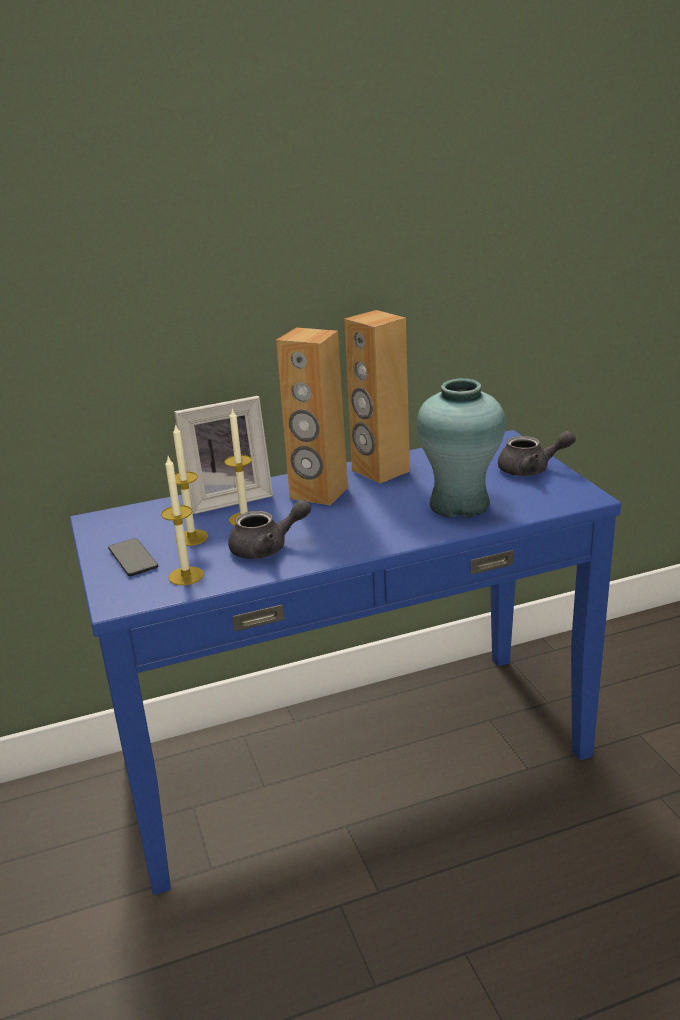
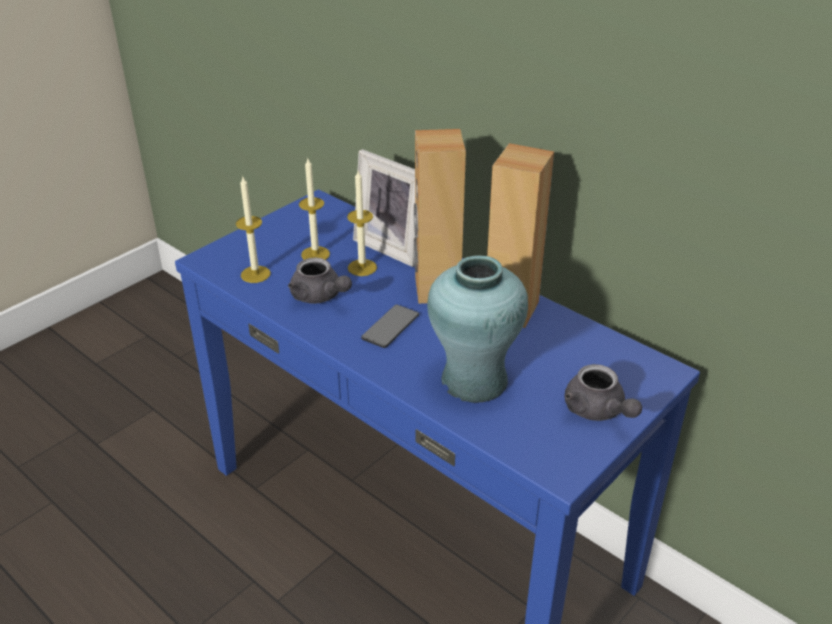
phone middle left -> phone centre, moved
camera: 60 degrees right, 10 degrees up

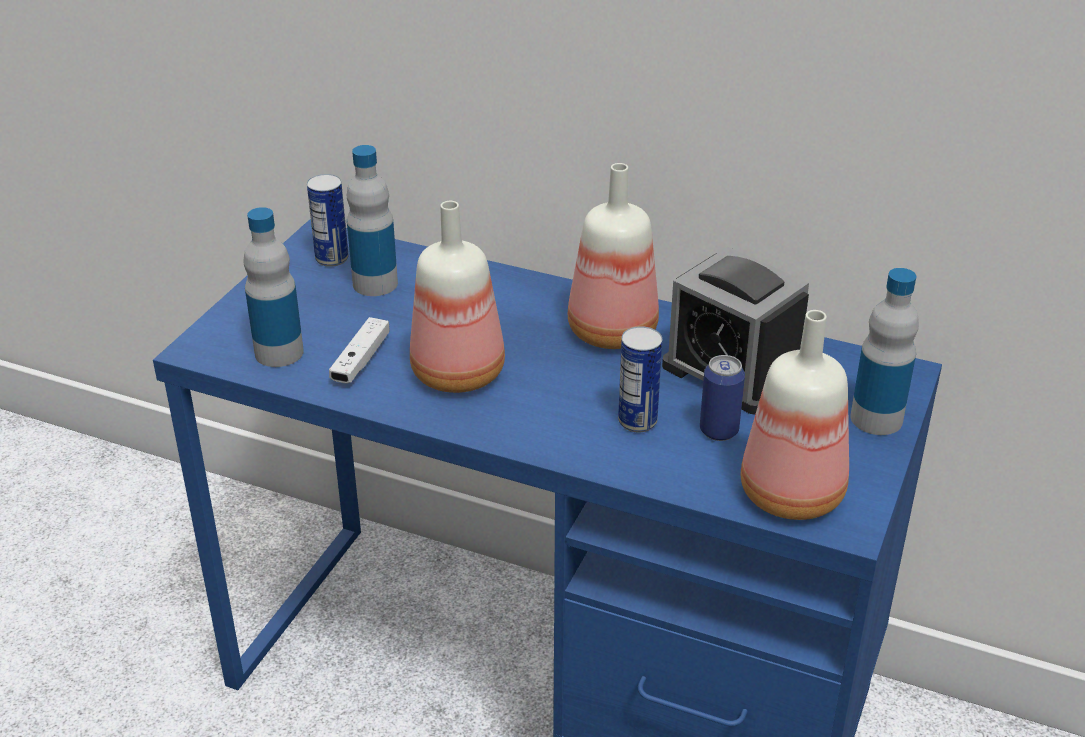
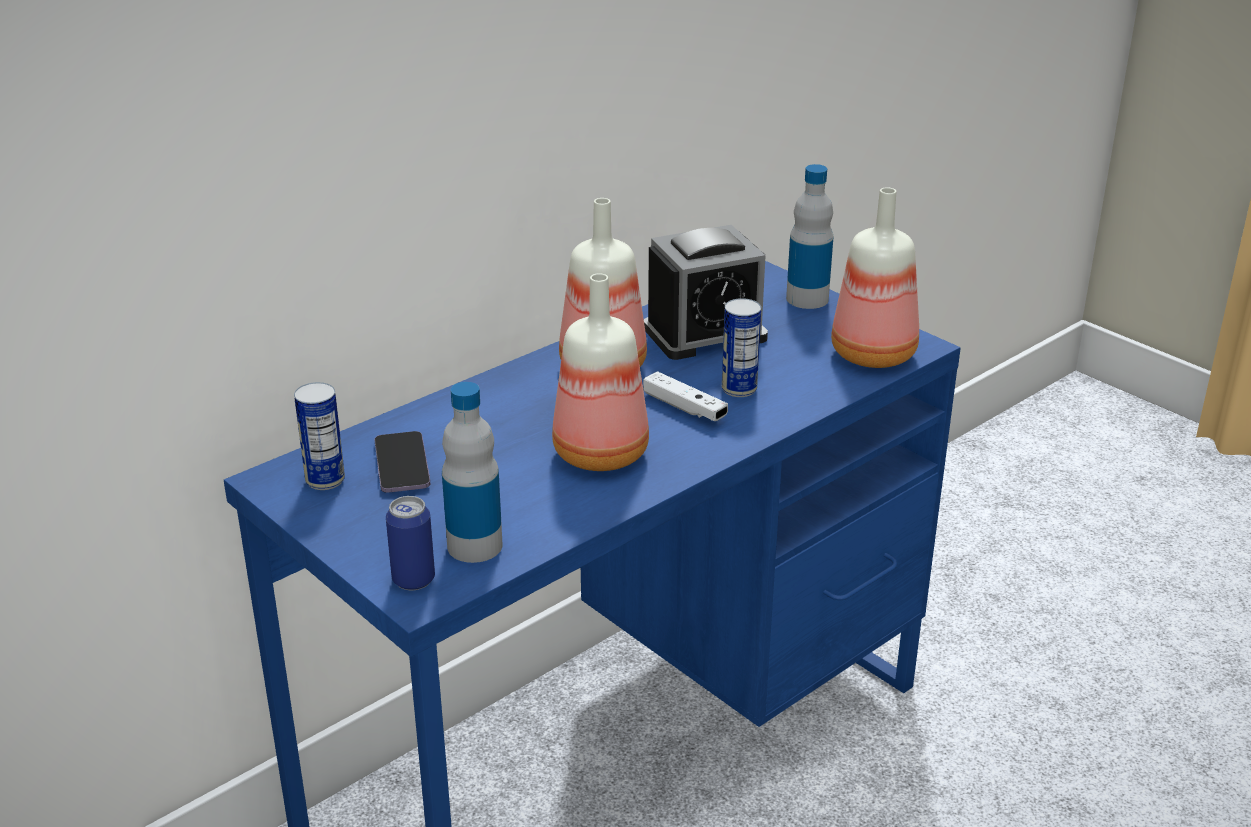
white-coloured joypad middle left -> white-coloured joypad centre, moved
bottle (2nd from left) top centre -> phone middle left
sealed can (3rd from left in the first image) centre -> sealed can (2nd from left) middle left, moved
camera: 65 degrees left, 5 degrees down

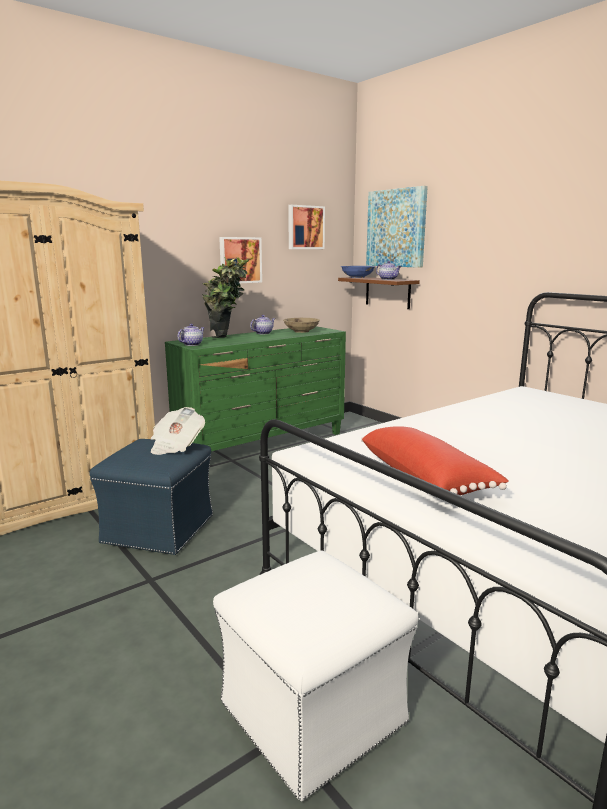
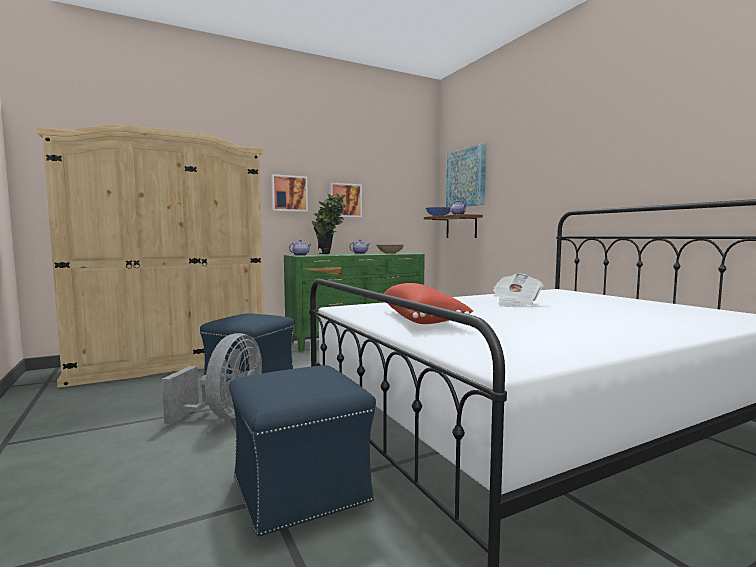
newspaper middle left -> newspaper middle right, moved
white-coloured footrest bottom centre -> blue footrest (2nd from left) bottom centre
wall picture (2nd from left in the first image) top centre -> wall picture (1st from left) centre, moved
none -> greyish electric fan bottom left
camera: 10 degrees right, 10 degrees down

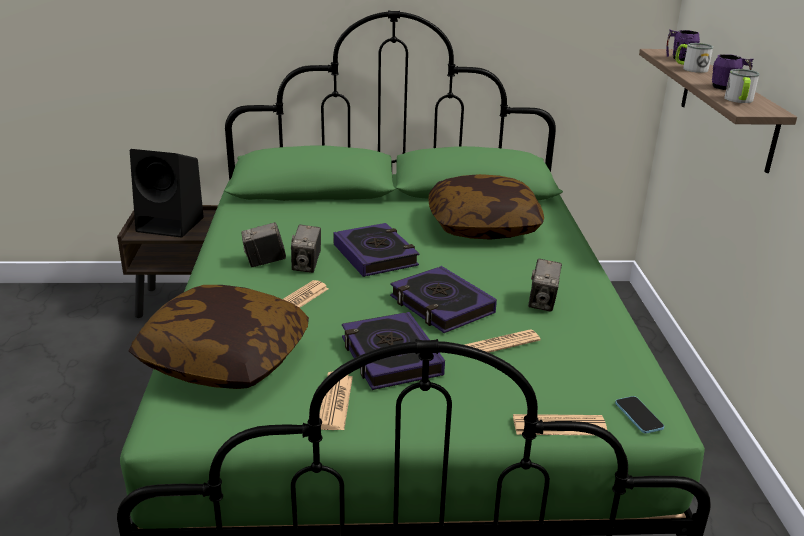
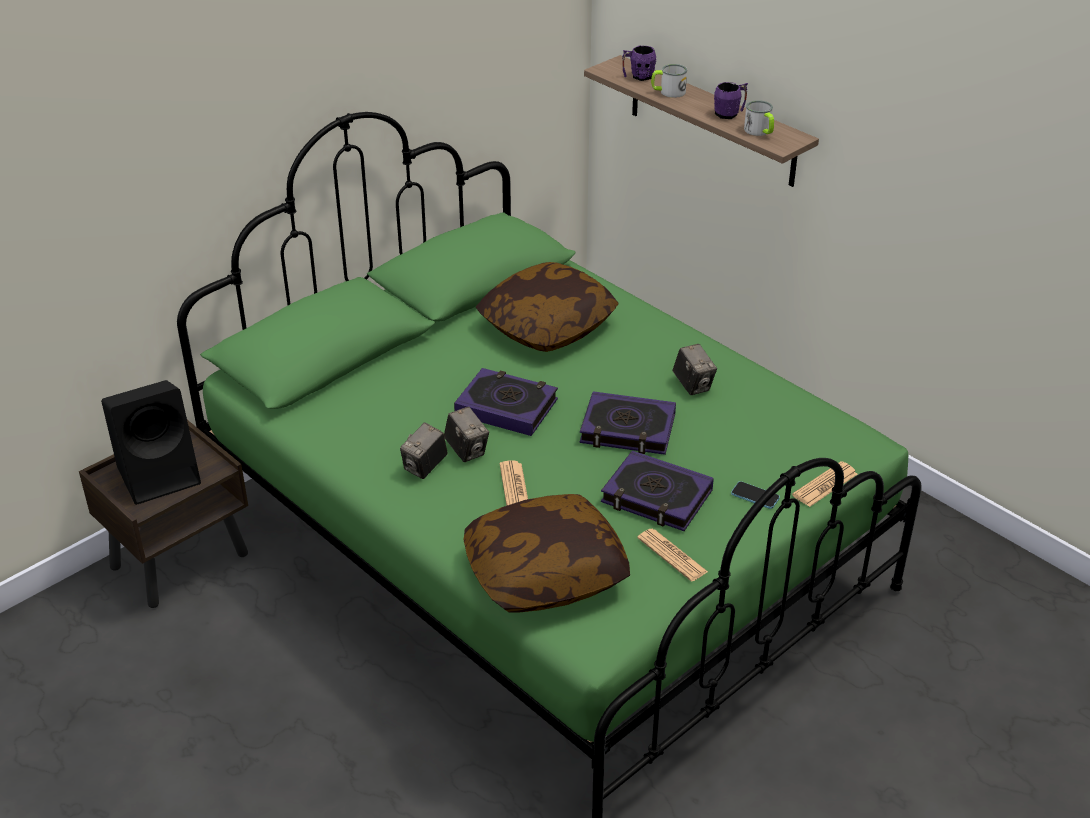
newspaper (3rd from left) centre -> none
phone bottom right -> phone middle right, moved
camera: 40 degrees left, 10 degrees up

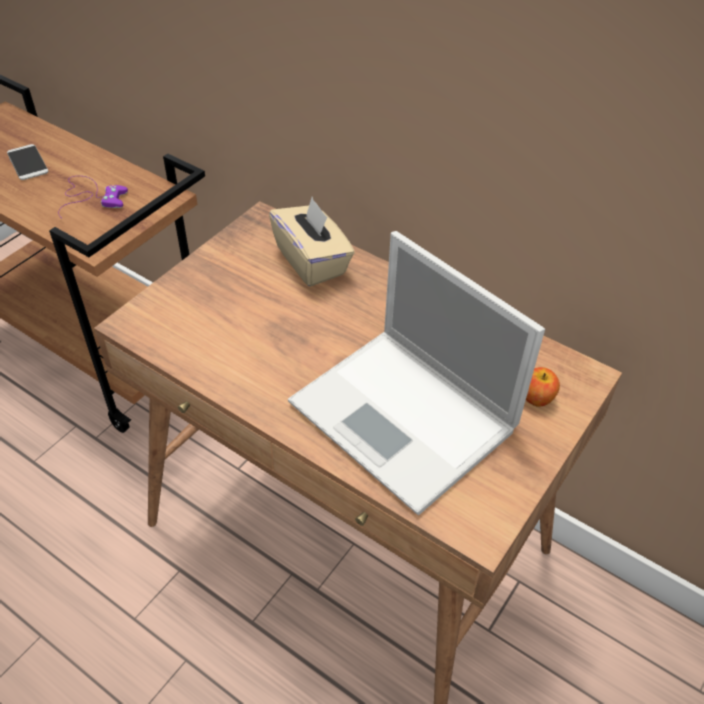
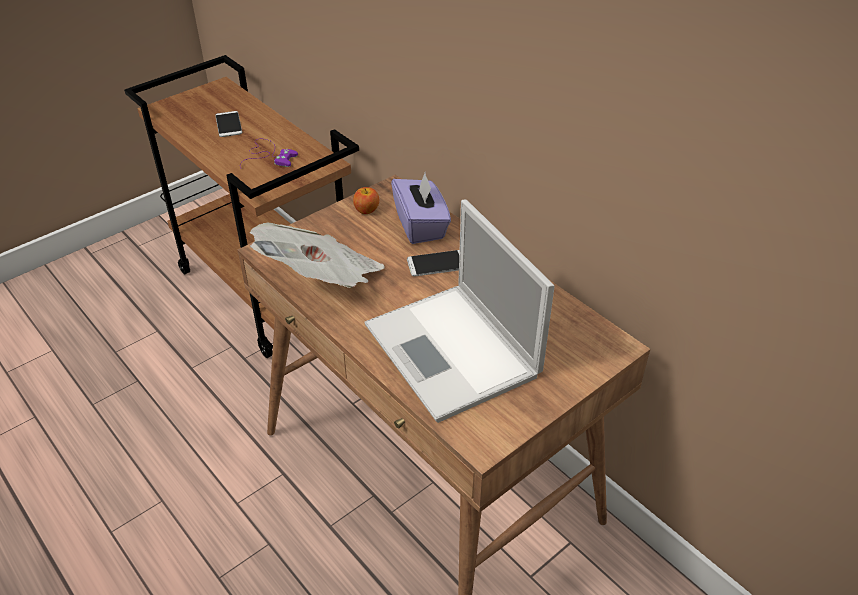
beige tissue box centre -> purplish tissue box centre
apple middle right -> apple centre, moved
none -> newspaper centre
none -> phone (2nd from left) centre
camera: 15 degrees right, 5 degrees down

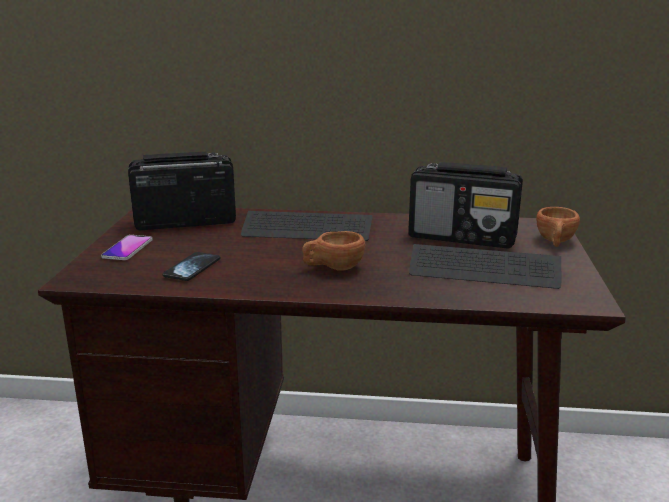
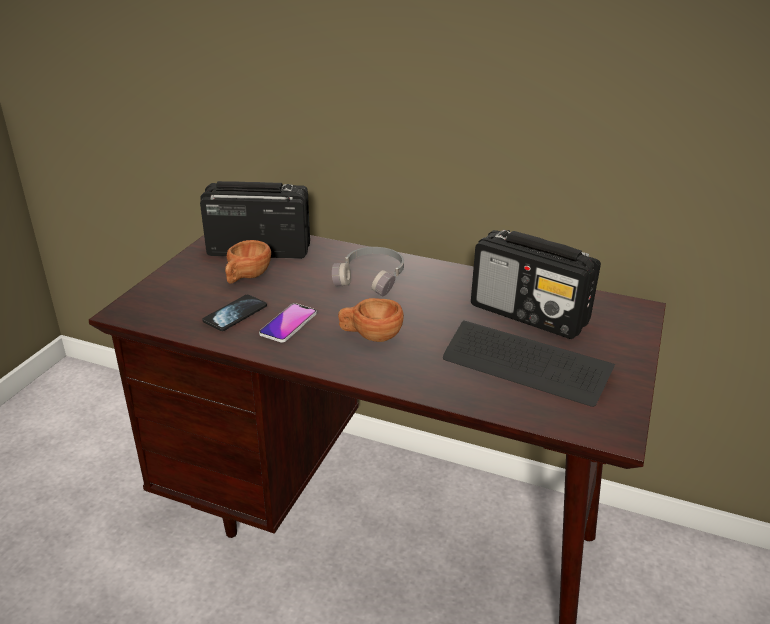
phone (1st from left in the first image) middle left -> phone (2nd from left) centre, moved
computer keyboard (1st from left) centre -> greyish headset centre
brown-coloured drinking cup (2nd from left in the first image) middle right -> brown-coloured drinking cup (1st from left) middle left, moved
camera: 15 degrees right, 10 degrees up

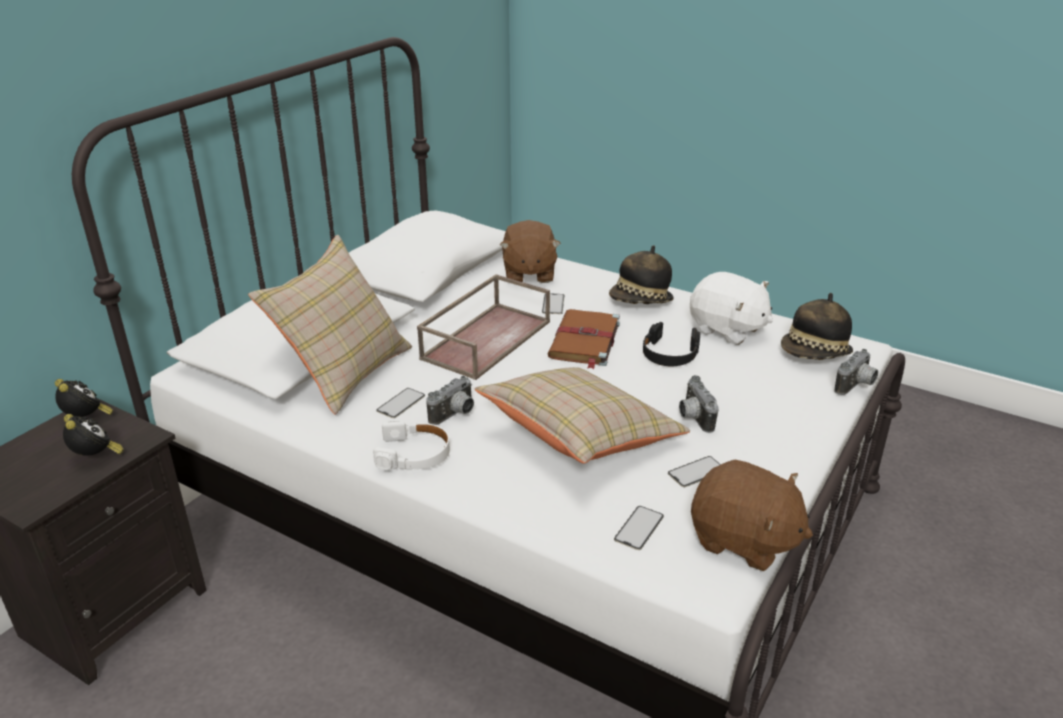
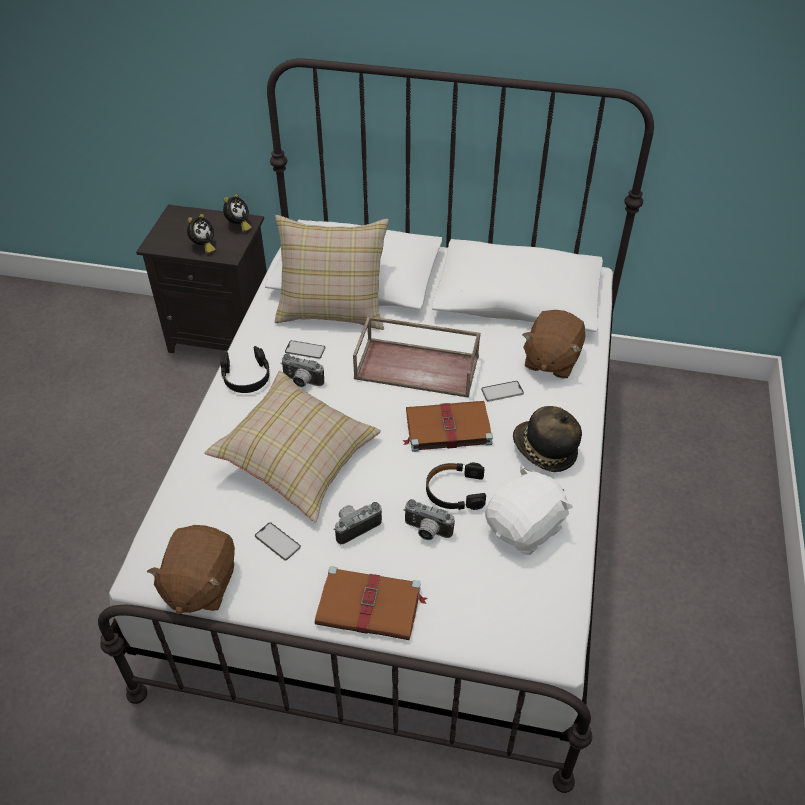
white-coloured headset centre -> black-coloured headset (1st from left) middle left
brown-coloured cuddly toy (1st from left in the first image) centre -> brown-coloured cuddly toy (2nd from left) middle right, 45 degrees counterclockwise
phone (3rd from left) bottom centre -> none
white-coloured cuddly toy middle right -> white-coloured cuddly toy centre, 150 degrees counterclockwise
wearable hat (2nd from left) middle right -> none
still camera (3rd from left) middle right -> still camera (3rd from left) centre, moved
none -> brown-coloured volume (1st from left) bottom centre
camera: 70 degrees right, 15 degrees up

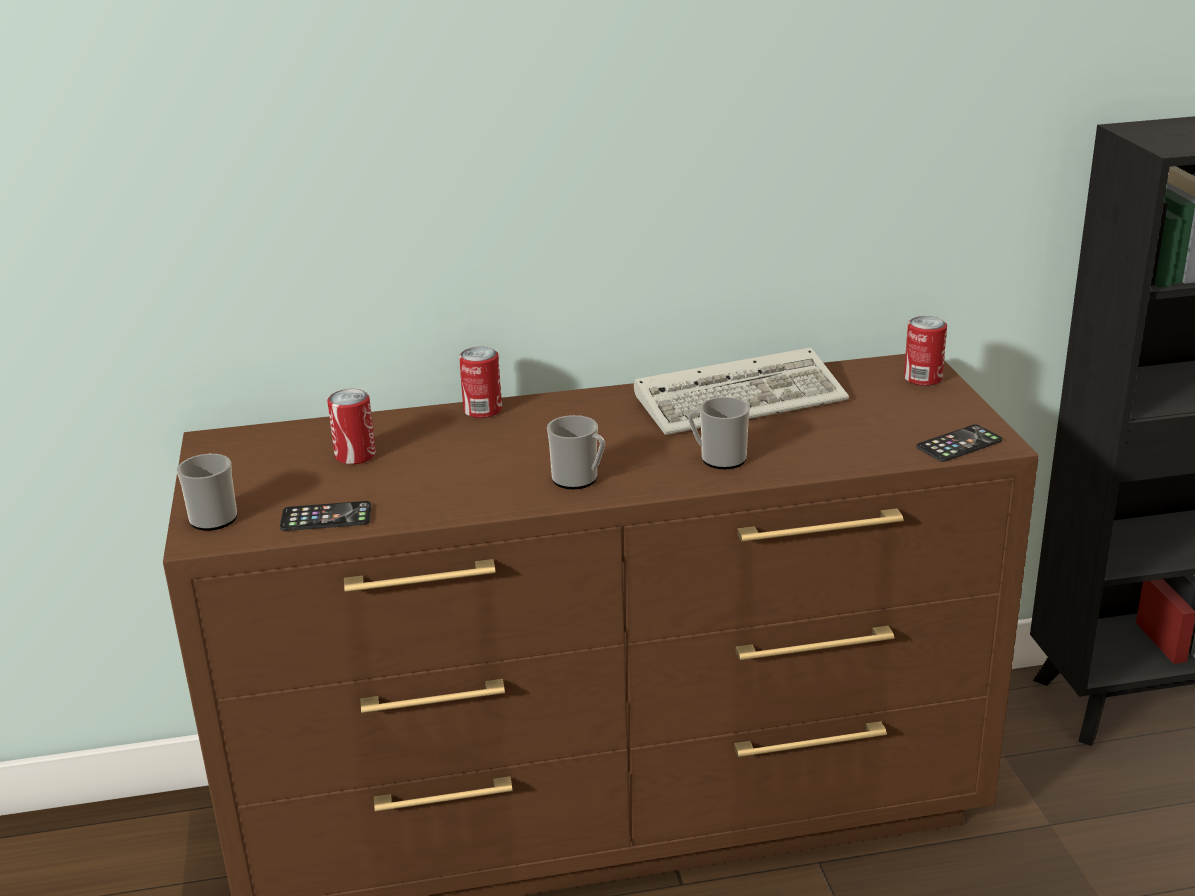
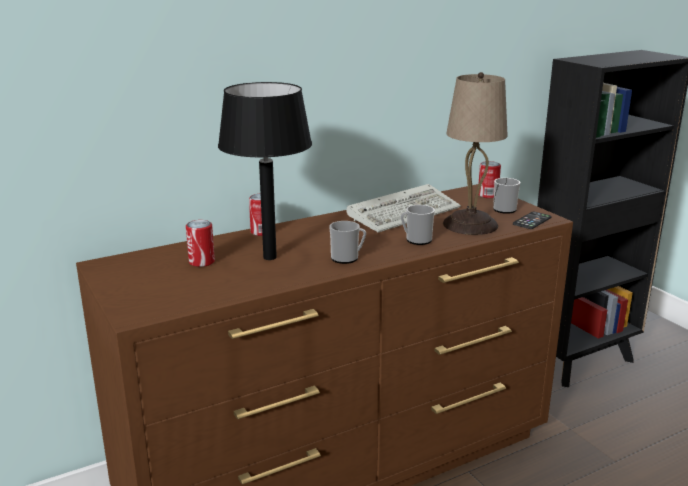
coffee mug (1st from left in the first image) middle left -> coffee mug (3rd from left) middle right, moved
phone (1st from left) middle left -> none
none -> black-coloured tabletop lamp centre
none -> beige tabletop lamp top right
camera: 20 degrees left, 5 degrees down

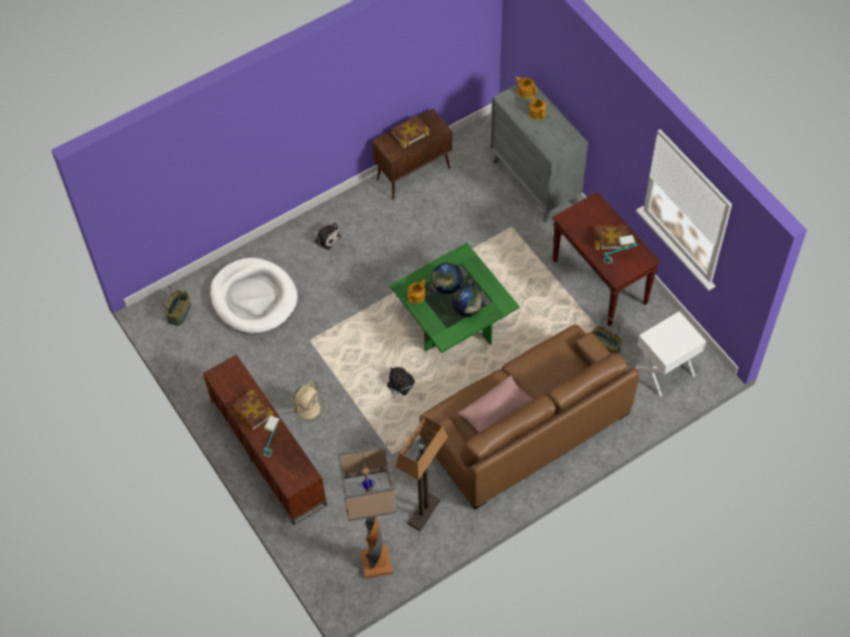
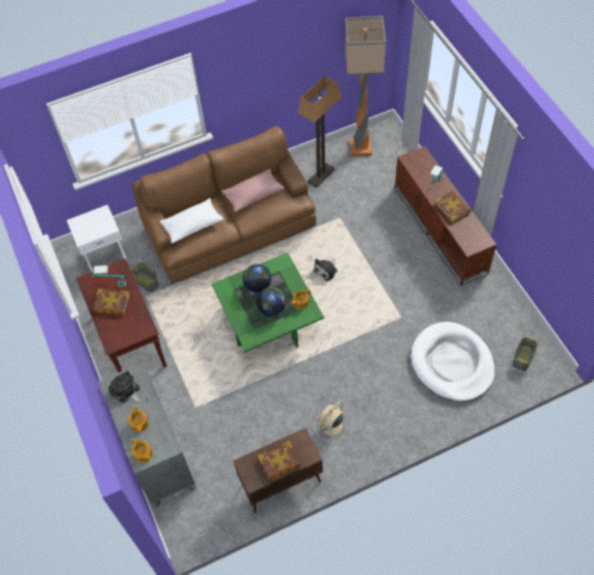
beige electric fan centre -> beige electric fan bottom centre, moved
cuddly toy (1st from left) centre -> cuddly toy (1st from left) bottom left, moved
none -> white-coloured cushion middle left
camera: 170 degrees left, 0 degrees up

